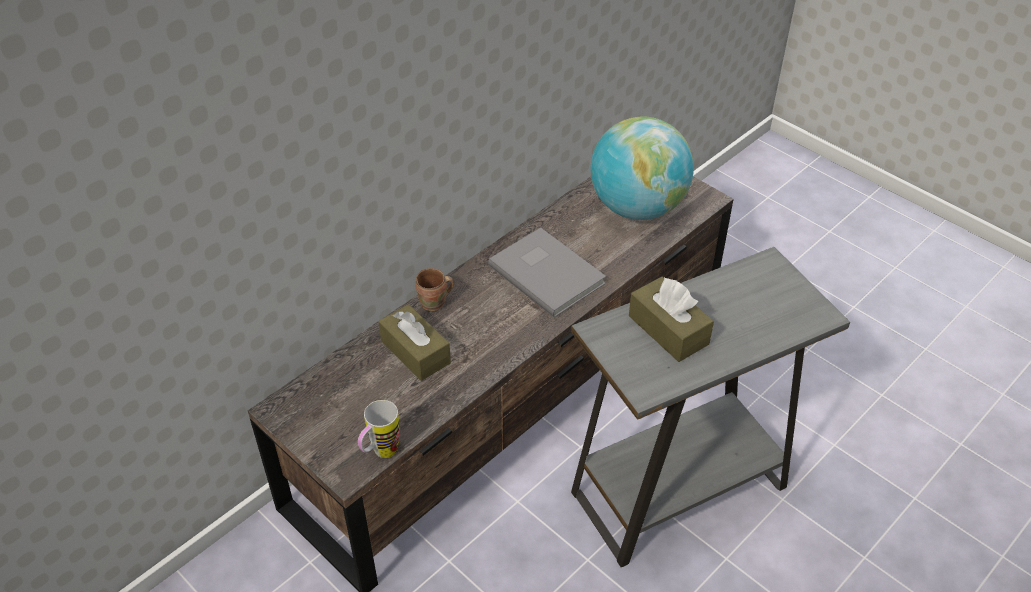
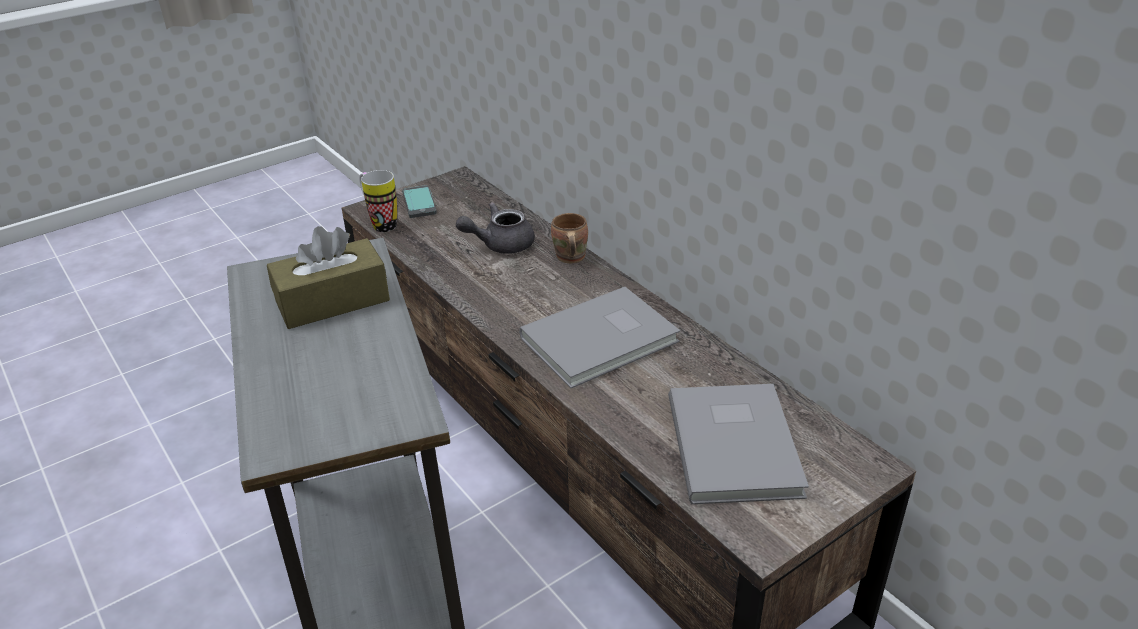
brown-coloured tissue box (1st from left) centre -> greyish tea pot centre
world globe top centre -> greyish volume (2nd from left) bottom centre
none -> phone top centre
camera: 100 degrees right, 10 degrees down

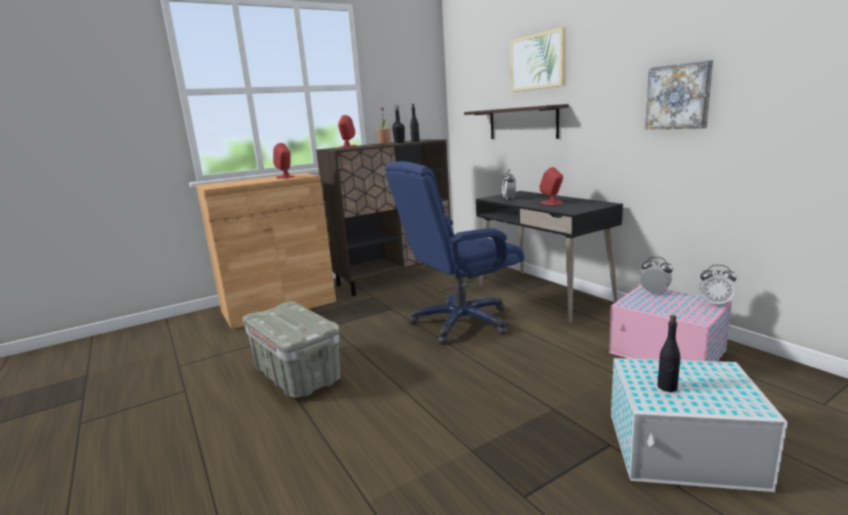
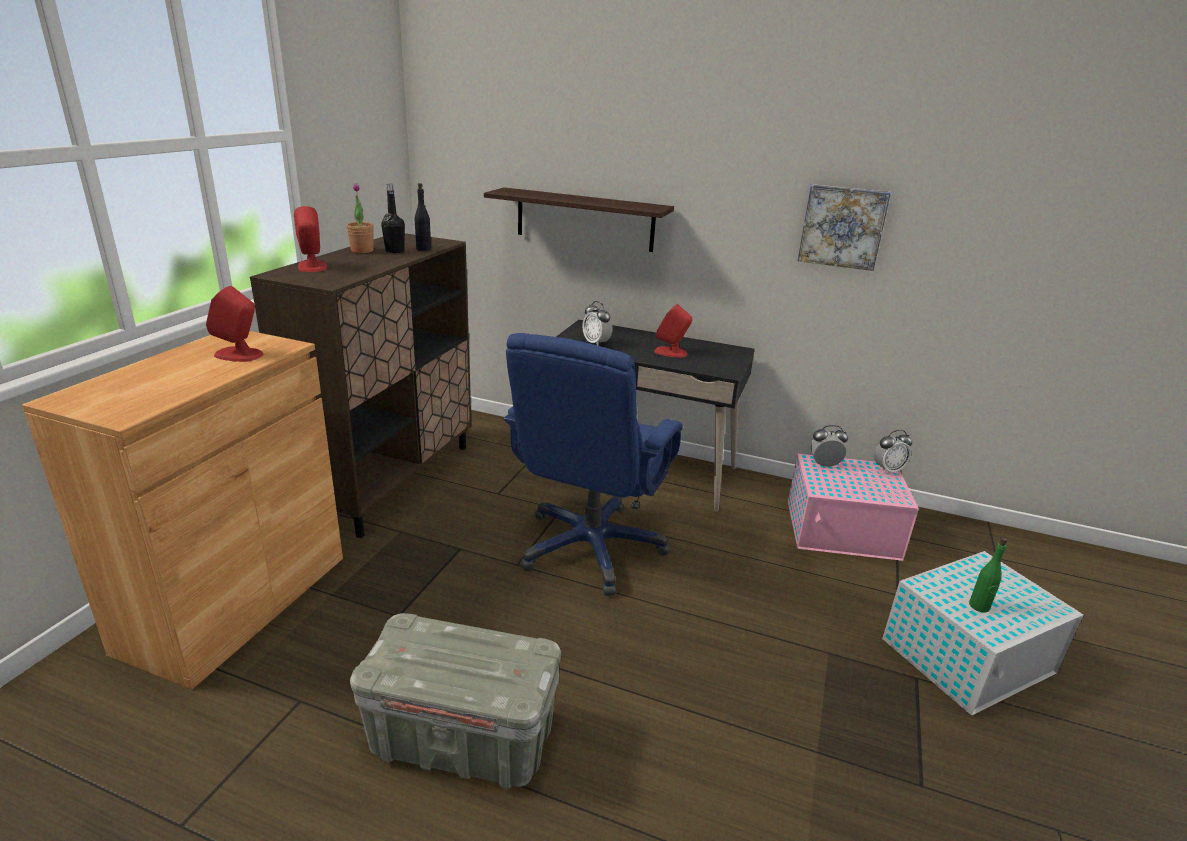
wall picture (1st from left) top centre -> none
black-coloured bottle (3rd from left) bottom right -> green bottle bottom right
camera: 40 degrees left, 10 degrees up

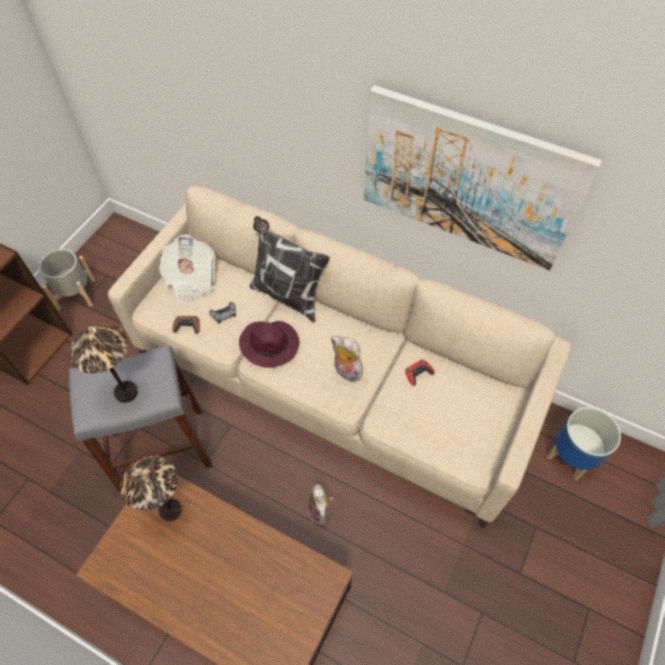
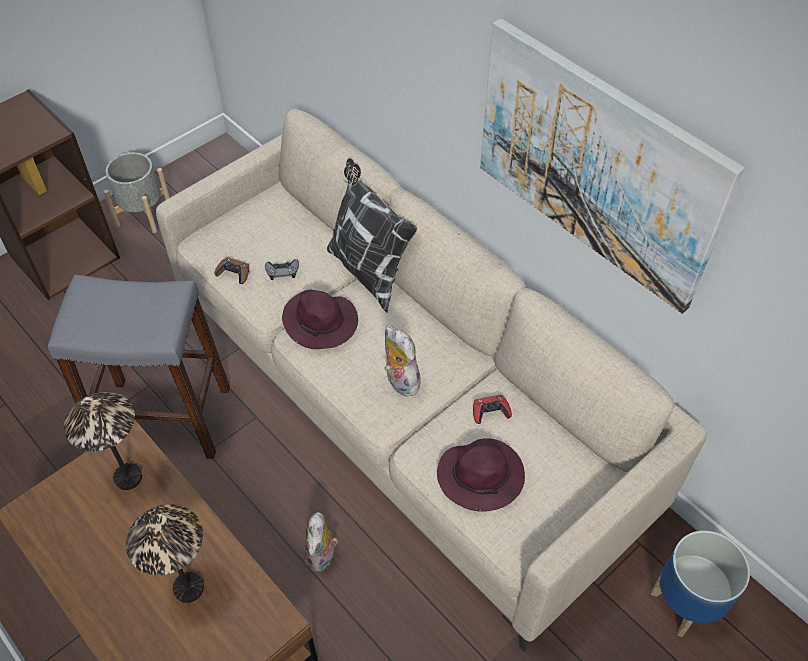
tabletop lamp (1st from left in the first image) middle left -> tabletop lamp (2nd from left) bottom left, moved
newspaper middle left -> none
none -> purplish wearable hat (2nd from left) bottom centre
camera: 20 degrees right, 5 degrees down

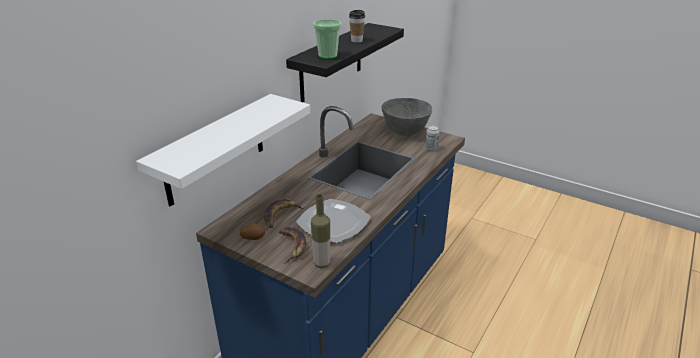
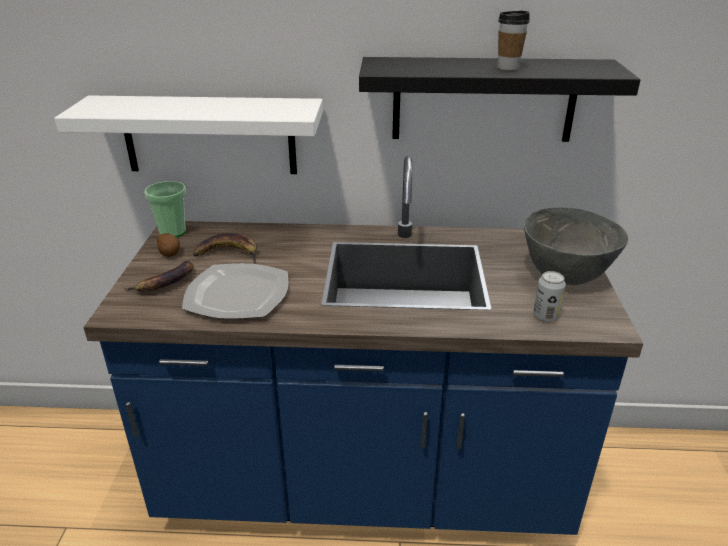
bottle centre -> none
drinking cup (1st from left) top centre -> drinking cup (1st from left) middle left, moved
camera: 60 degrees right, 0 degrees up

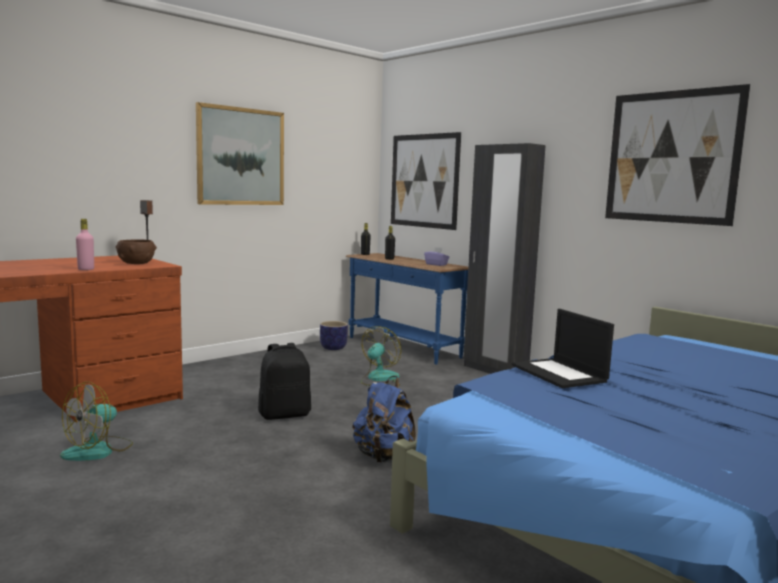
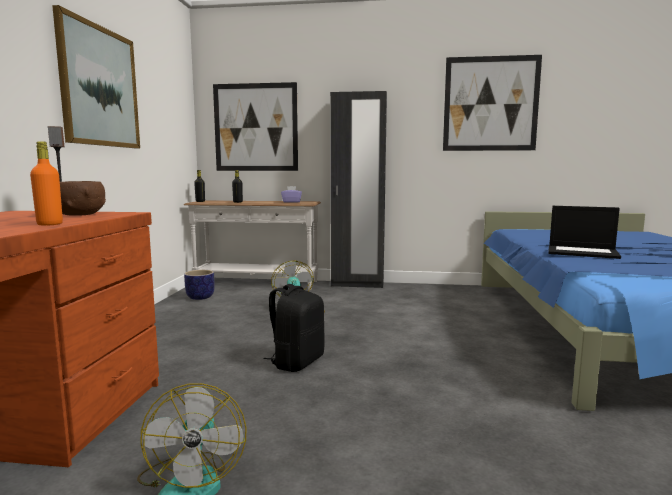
pink bottle middle left -> orange-coloured bottle middle left
blue narrow table centre -> white-coloured narrow table centre
blue knapsack bottom centre -> none
camera: 40 degrees left, 0 degrees up

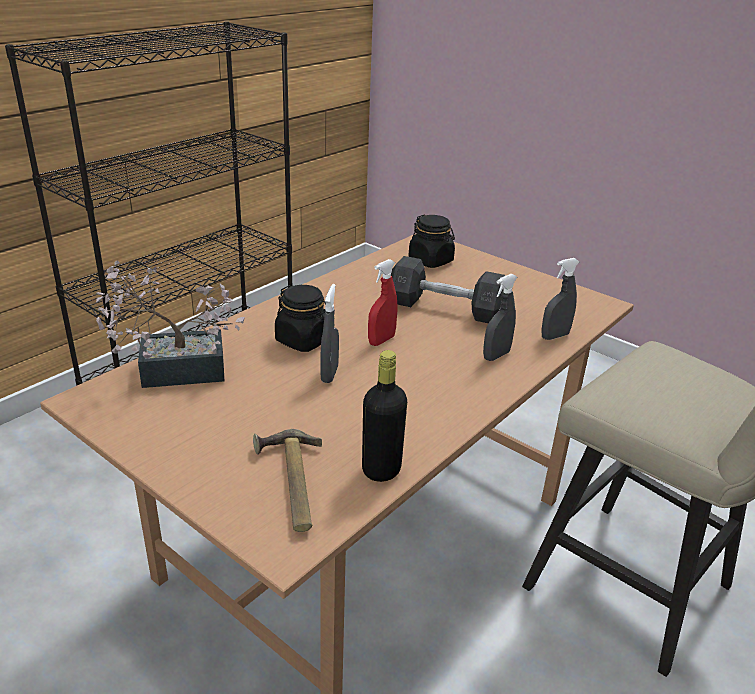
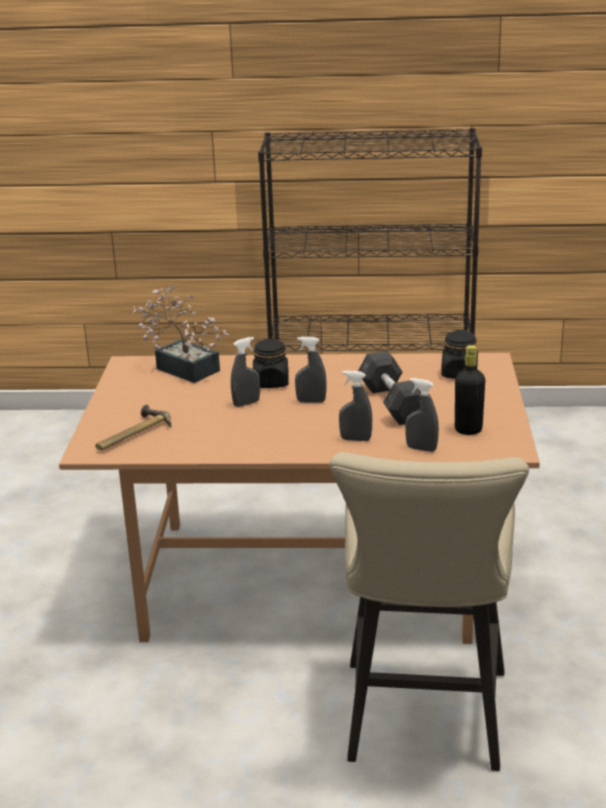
black-coloured bottle centre -> black-coloured bottle middle right, moved
red-coloured sprayer centre -> greyish sprayer (2nd from left) centre
camera: 55 degrees right, 5 degrees down

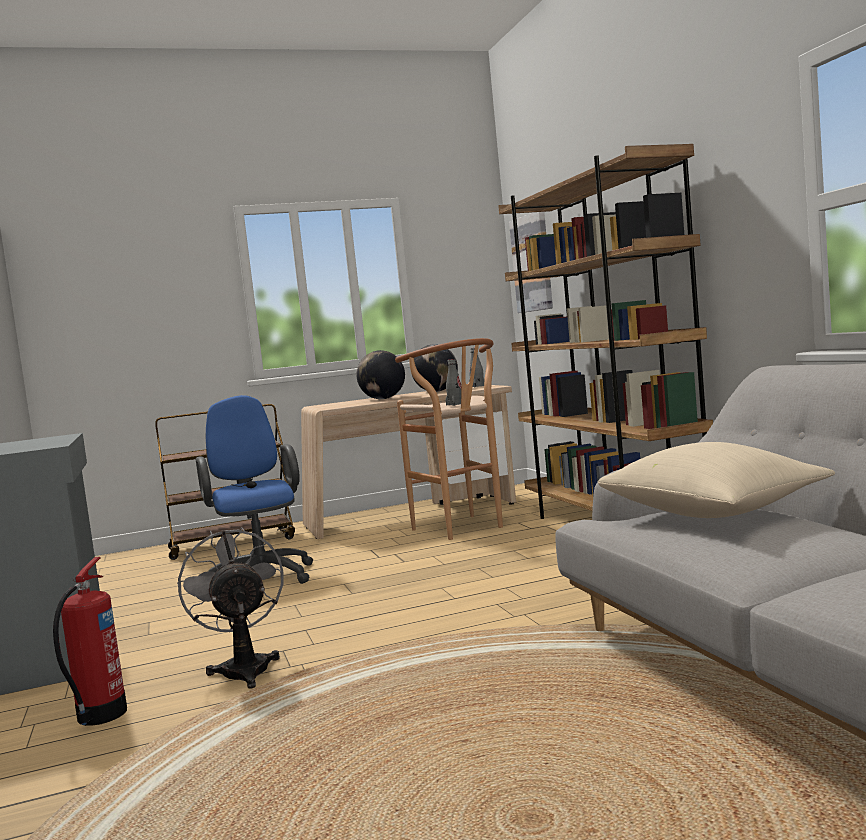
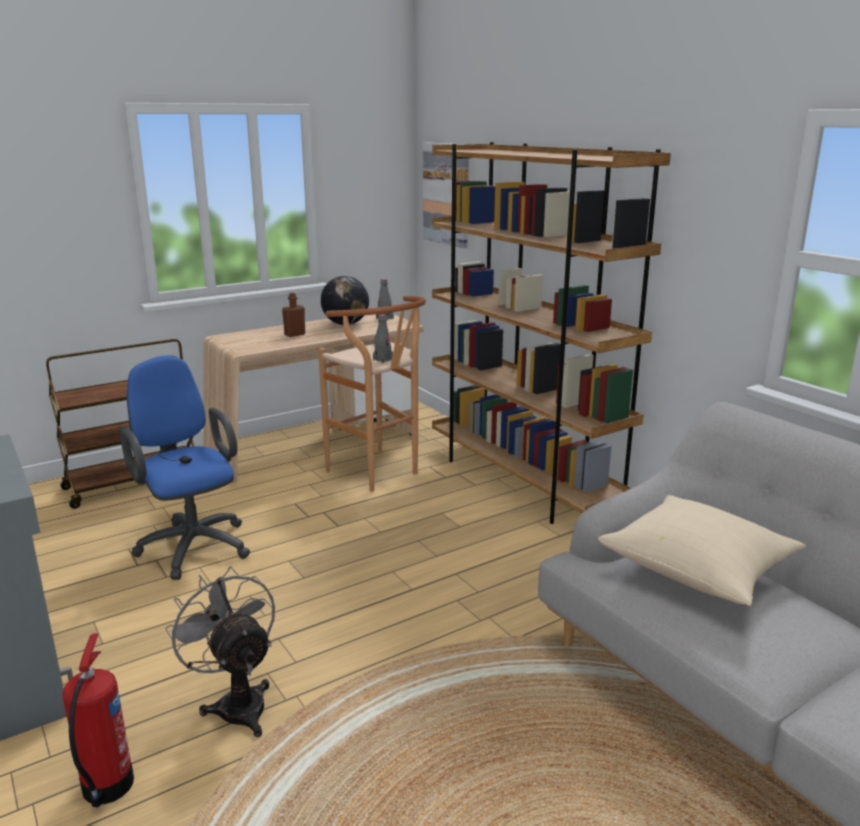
world globe (1st from left) centre -> brown-coloured bottle centre
camera: 15 degrees left, 15 degrees up

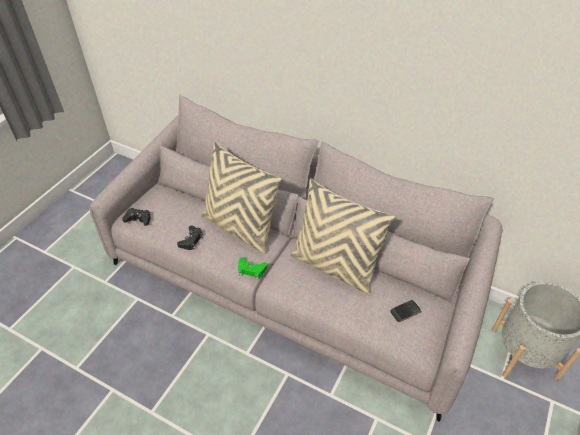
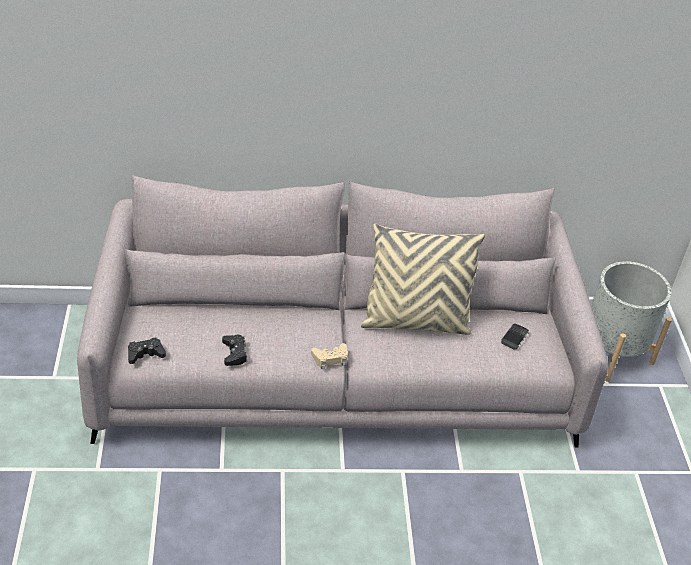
beige cushion (1st from left) centre -> none
green joypad centre -> beige joypad centre
camera: 35 degrees left, 5 degrees down

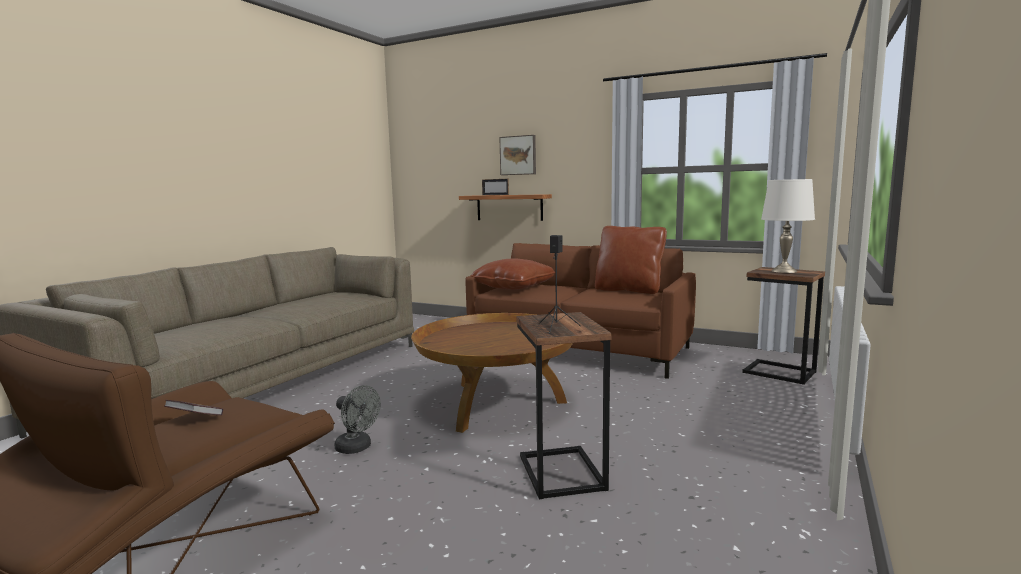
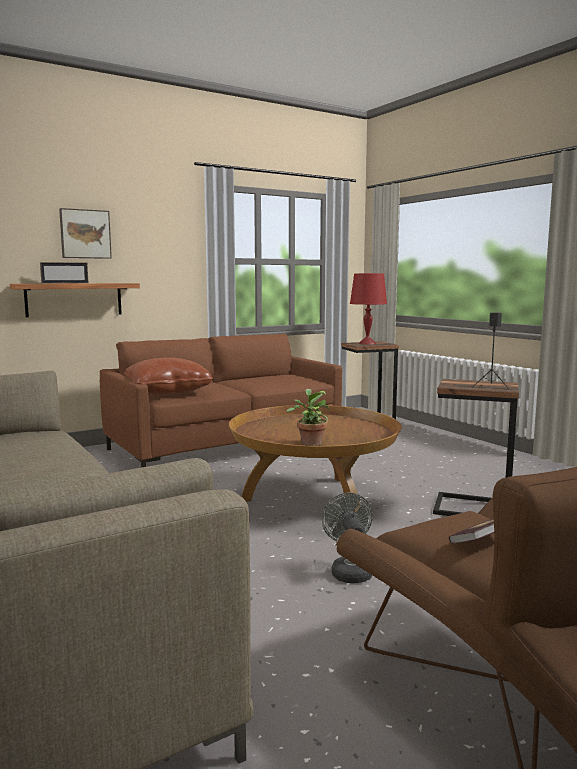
greyish electric fan bottom centre, 75 degrees counterclockwise
brown-coloured cushion (2nd from left) centre -> none
white-coloured tabletop lamp middle right -> red-coloured tabletop lamp centre
none -> plant in a pot centre
camera: 60 degrees left, 0 degrees up

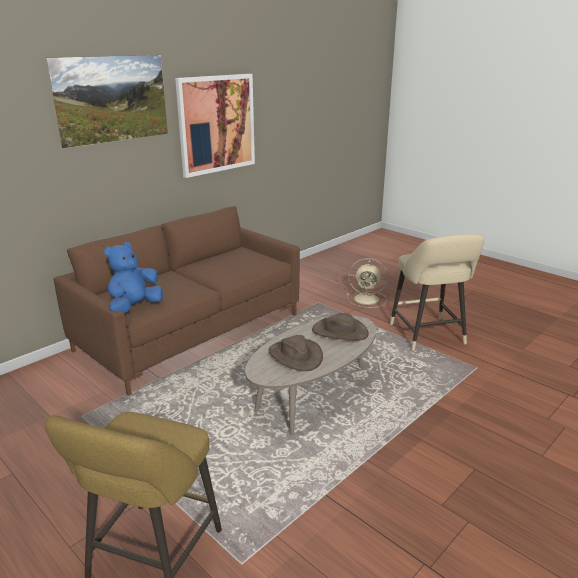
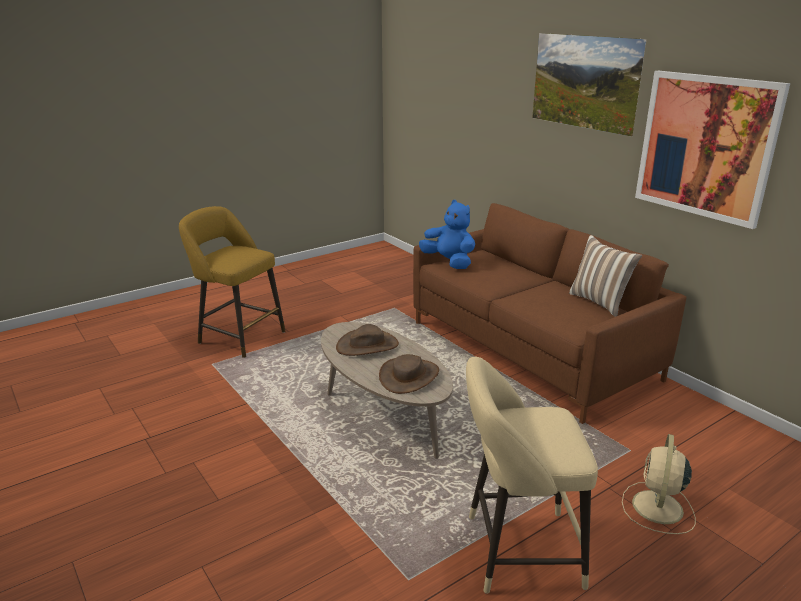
none -> cushion middle right
camera: 100 degrees right, 0 degrees up

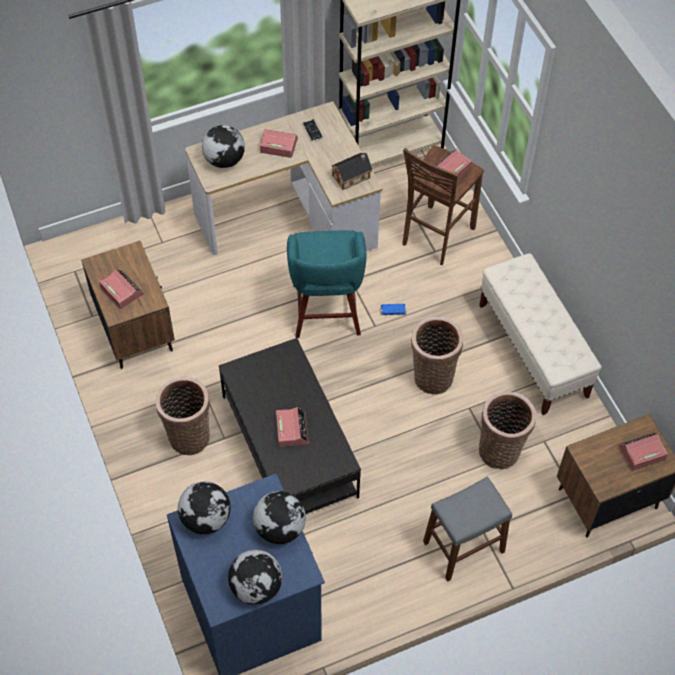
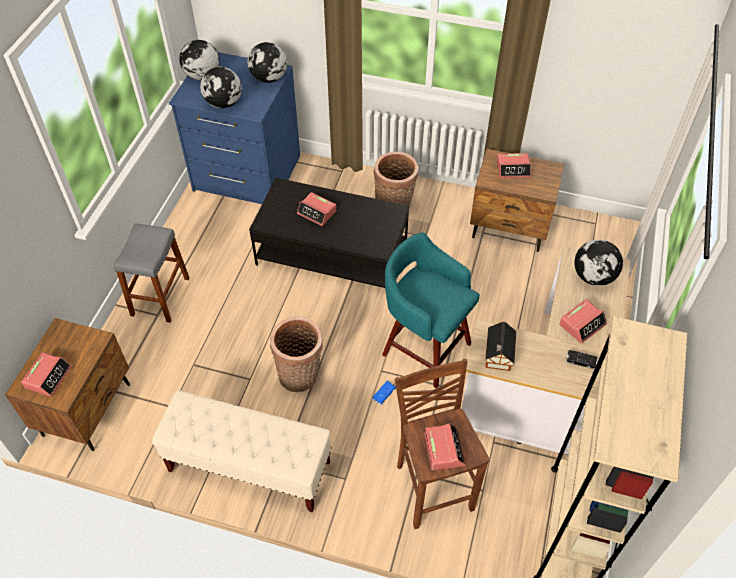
household basket (3rd from left) middle right -> none
camera: 130 degrees right, 5 degrees down

